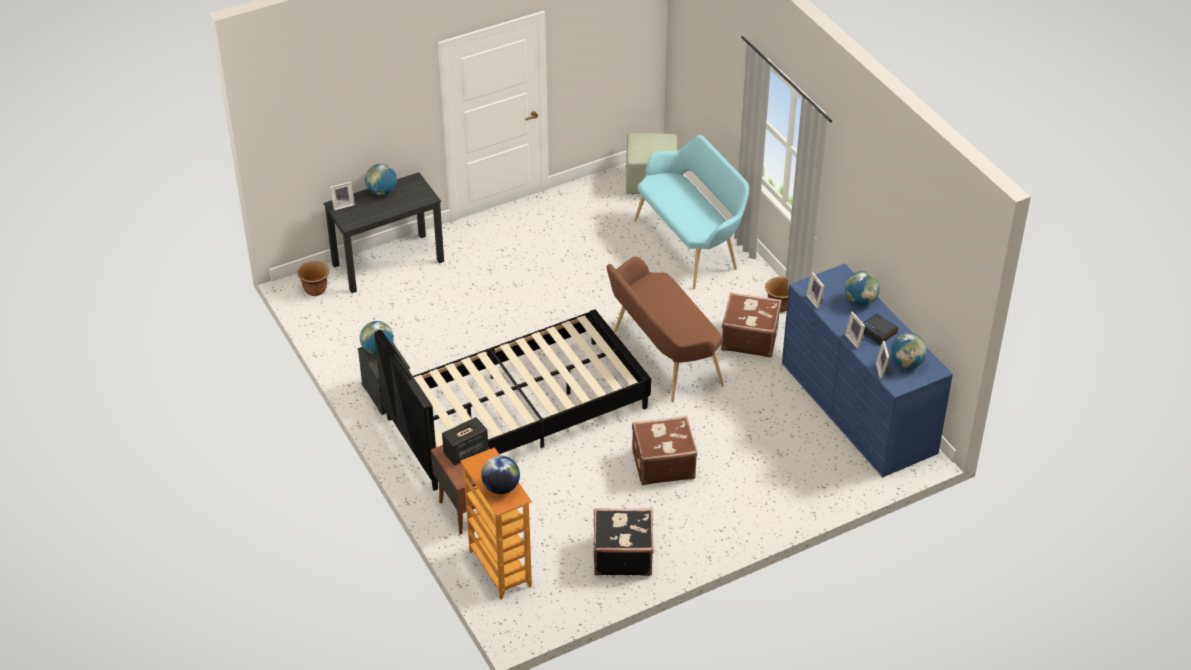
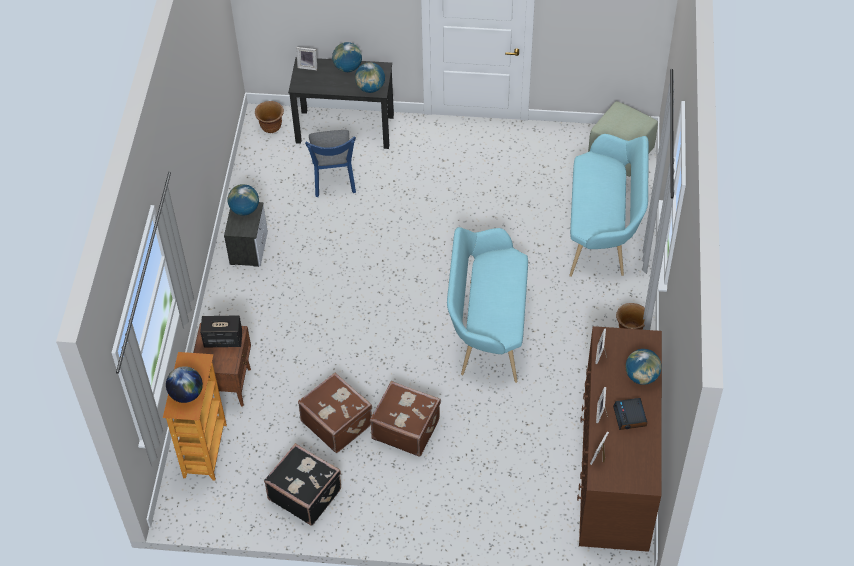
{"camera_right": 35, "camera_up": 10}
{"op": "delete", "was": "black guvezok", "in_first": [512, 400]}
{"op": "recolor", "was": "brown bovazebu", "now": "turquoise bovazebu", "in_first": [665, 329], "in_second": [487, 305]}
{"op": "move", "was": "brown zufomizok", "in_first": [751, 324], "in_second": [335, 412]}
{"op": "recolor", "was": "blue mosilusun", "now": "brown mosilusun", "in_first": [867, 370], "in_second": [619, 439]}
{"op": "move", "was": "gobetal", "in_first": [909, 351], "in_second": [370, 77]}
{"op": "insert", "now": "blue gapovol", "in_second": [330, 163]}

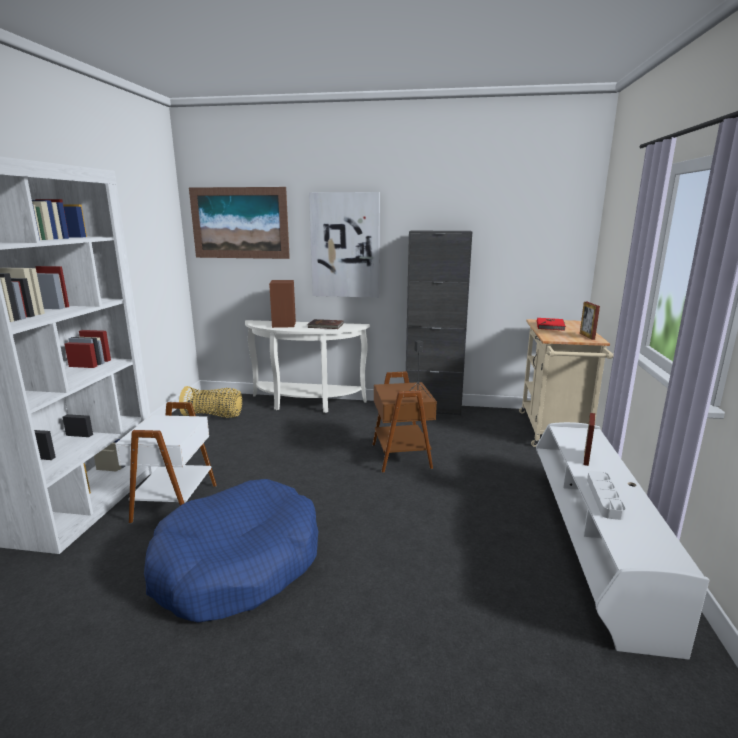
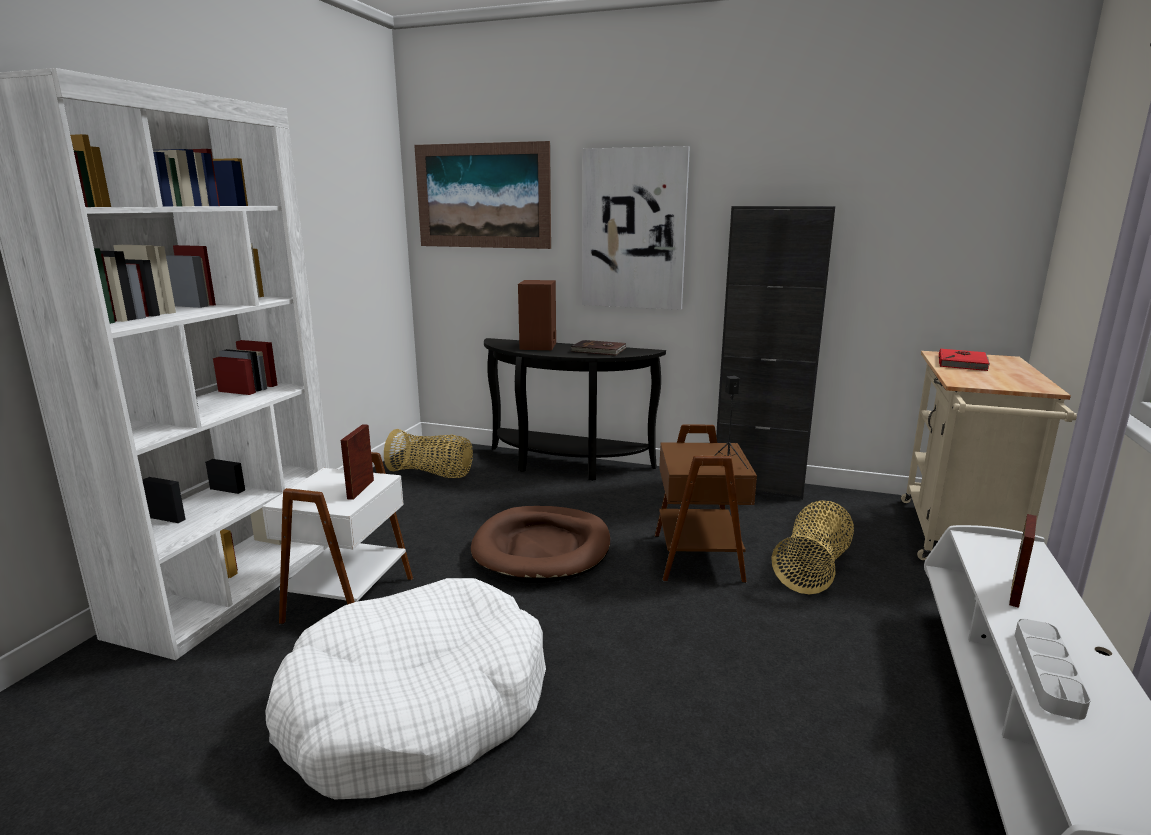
{"camera_right": 10, "camera_up": 0}
{"op": "recolor", "was": "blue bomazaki", "now": "white bomazaki", "in_first": [231, 551], "in_second": [405, 688]}
{"op": "recolor", "was": "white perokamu", "now": "black perokamu", "in_first": [307, 366], "in_second": [575, 409]}
{"op": "move", "was": "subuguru", "in_first": [590, 321], "in_second": [357, 462]}
{"op": "insert", "now": "brown bomazaki", "in_second": [540, 544]}
{"op": "insert", "now": "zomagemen", "in_second": [812, 548]}

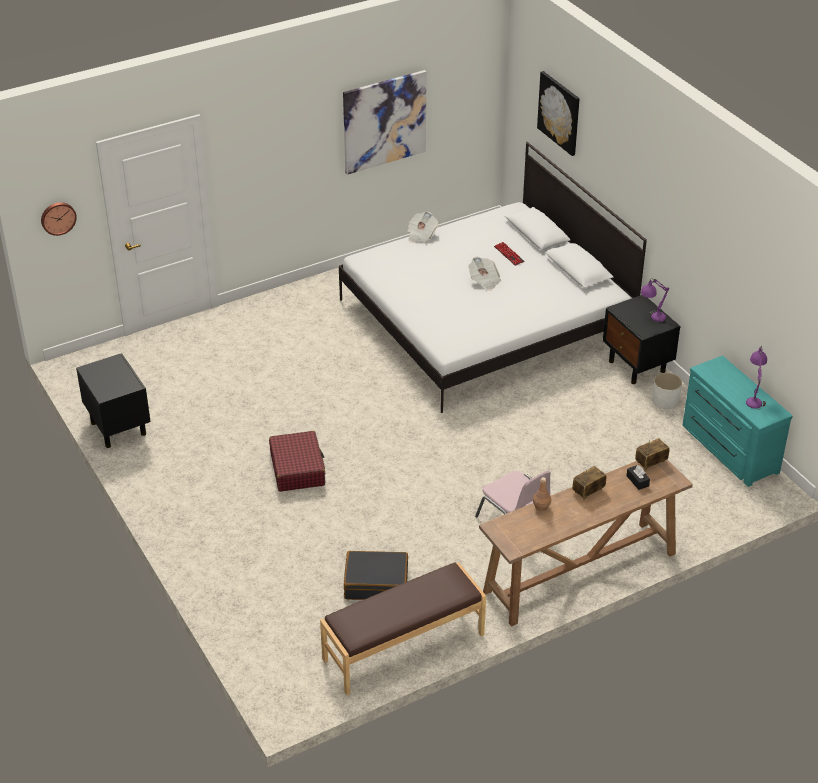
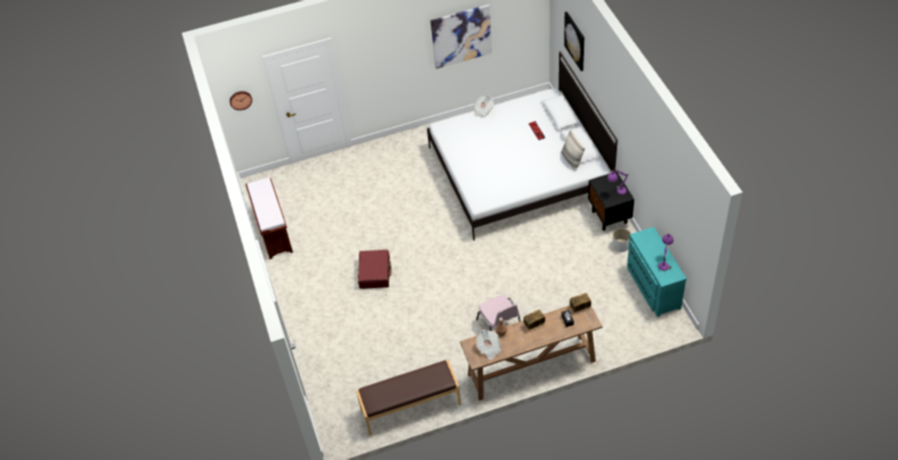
{"camera_right": 15, "camera_up": 10}
{"op": "replace", "was": "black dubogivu", "now": "brown bovazebu", "in_first": [113, 400], "in_second": [269, 218]}
{"op": "delete", "was": "black zufomizok", "in_first": [376, 575]}
{"op": "move", "was": "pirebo", "in_first": [484, 274], "in_second": [489, 345]}
{"op": "insert", "now": "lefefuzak", "in_second": [573, 150]}

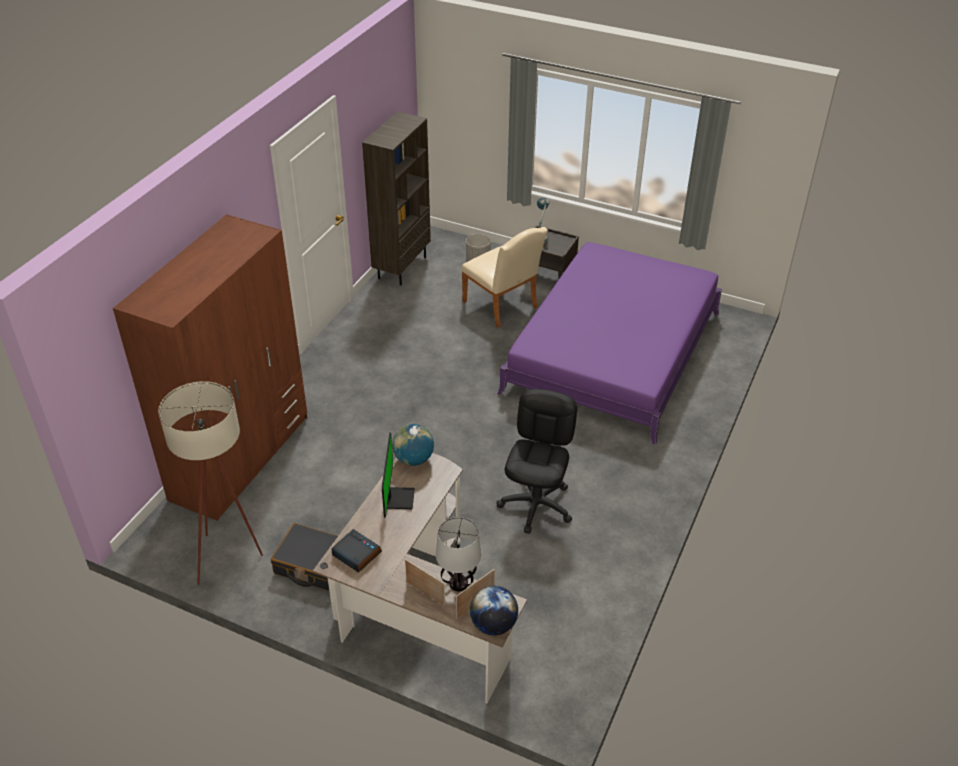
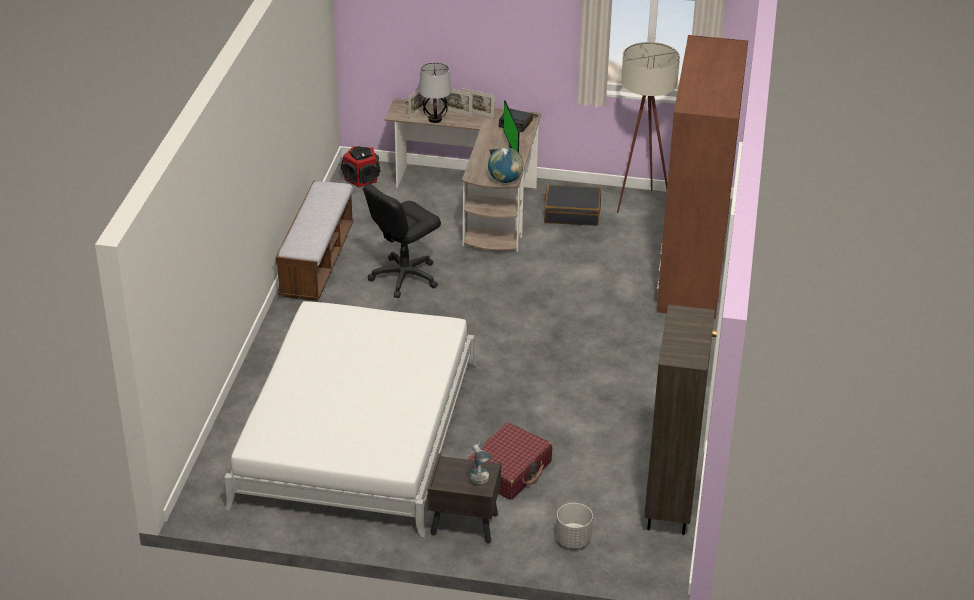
{"camera_right": 165, "camera_up": -5}
{"op": "replace", "was": "beige gapovol", "now": "red zufomizok", "in_first": [504, 277], "in_second": [509, 461]}
{"op": "delete", "was": "gobetal", "in_first": [494, 610]}
{"op": "rotate", "was": "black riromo", "in_first": [536, 461], "in_second": [402, 241], "clockwise": 45}
{"op": "recolor", "was": "purple guvezok", "now": "white guvezok", "in_first": [609, 343], "in_second": [350, 419]}
{"op": "insert", "now": "bovazebu", "in_second": [314, 241]}
{"op": "insert", "now": "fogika", "in_second": [360, 166]}
{"op": "insert", "now": "subuguru", "in_second": [478, 103]}

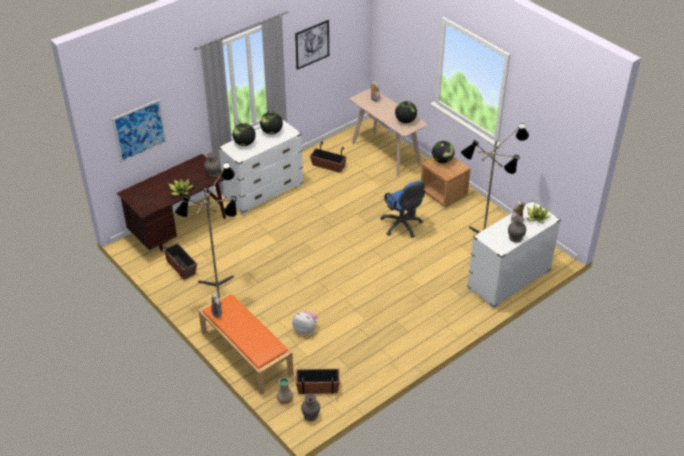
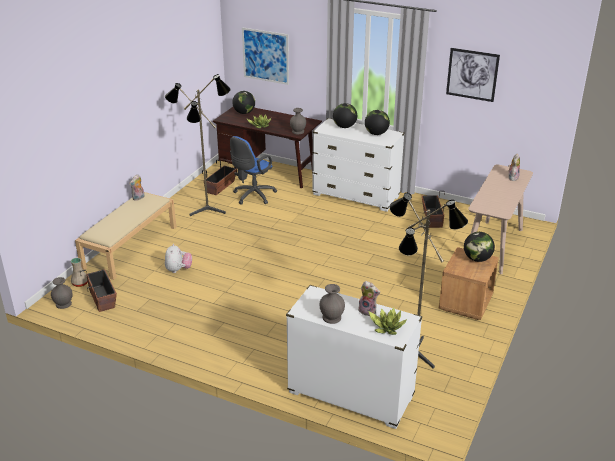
{"camera_right": 65, "camera_up": -10}
{"op": "recolor", "was": "orange bovazebu", "now": "beige bovazebu", "in_first": [246, 343], "in_second": [125, 236]}
{"op": "move", "was": "blue riromo", "in_first": [402, 209], "in_second": [253, 170]}
{"op": "move", "was": "gobetal", "in_first": [406, 112], "in_second": [243, 102]}

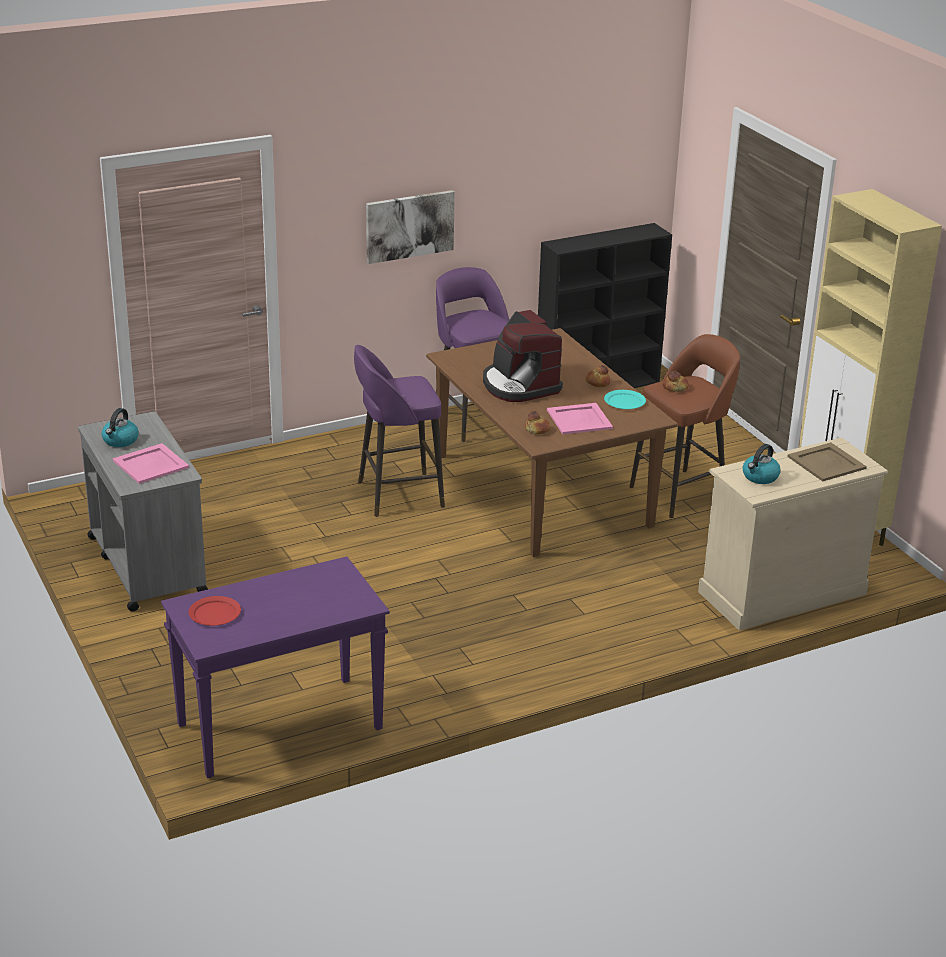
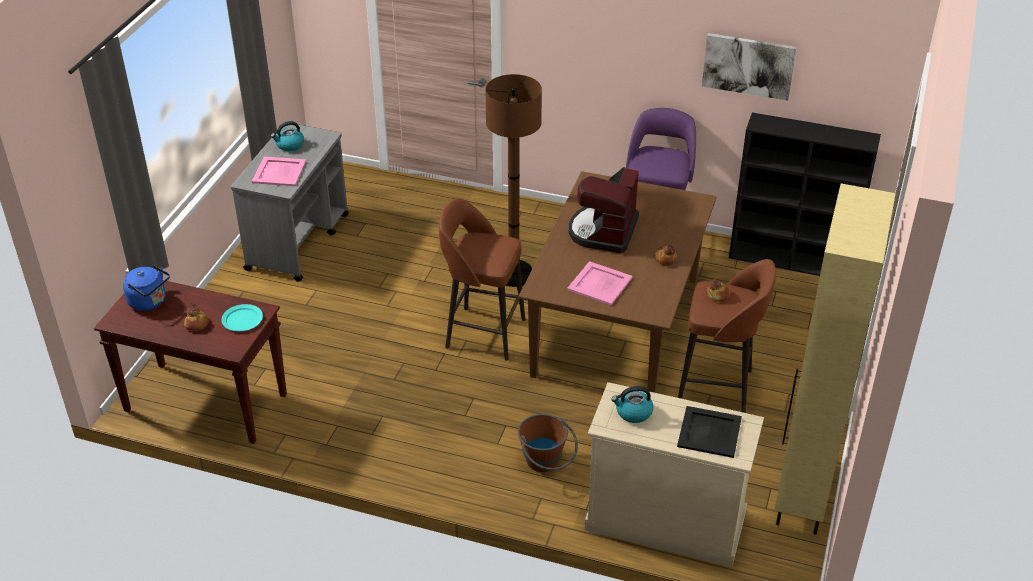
{"camera_right": 45, "camera_up": 10}
{"op": "recolor", "was": "purple perokamu", "now": "brown perokamu", "in_first": [275, 667], "in_second": [190, 362]}
{"op": "replace", "was": "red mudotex", "now": "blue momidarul", "in_first": [215, 611], "in_second": [146, 288]}
{"op": "replace", "was": "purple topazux", "now": "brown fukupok", "in_first": [399, 431], "in_second": [513, 180]}
{"op": "move", "was": "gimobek", "in_first": [410, 227], "in_second": [749, 67]}
{"op": "move", "was": "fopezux", "in_first": [538, 422], "in_second": [196, 319]}
{"op": "move", "was": "turquoise mudotex", "in_first": [625, 399], "in_second": [242, 317]}
{"op": "recolor", "was": "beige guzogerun", "now": "black guzogerun", "in_first": [827, 462], "in_second": [709, 432]}
{"op": "insert", "now": "brown topazux", "in_second": [482, 279]}
{"op": "insert", "now": "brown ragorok", "in_second": [548, 443]}

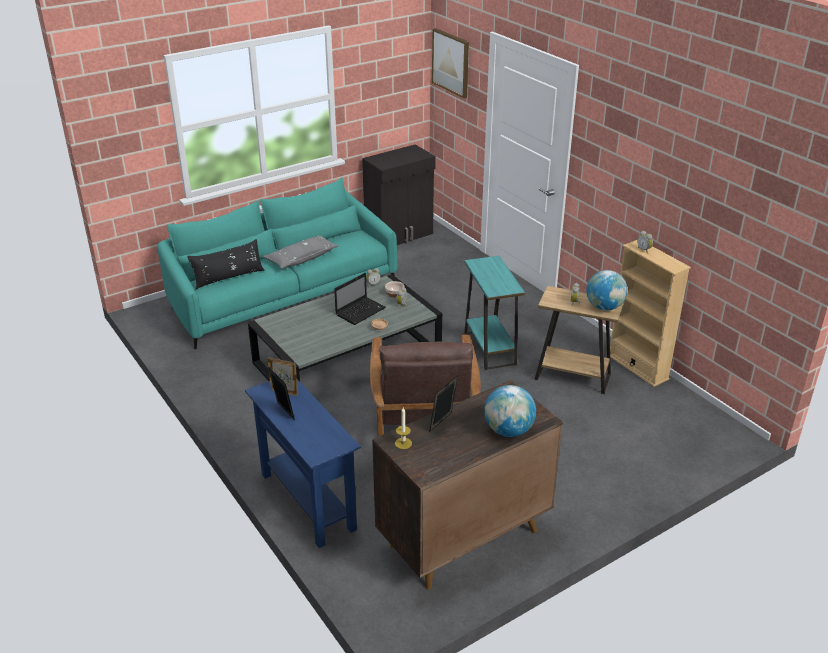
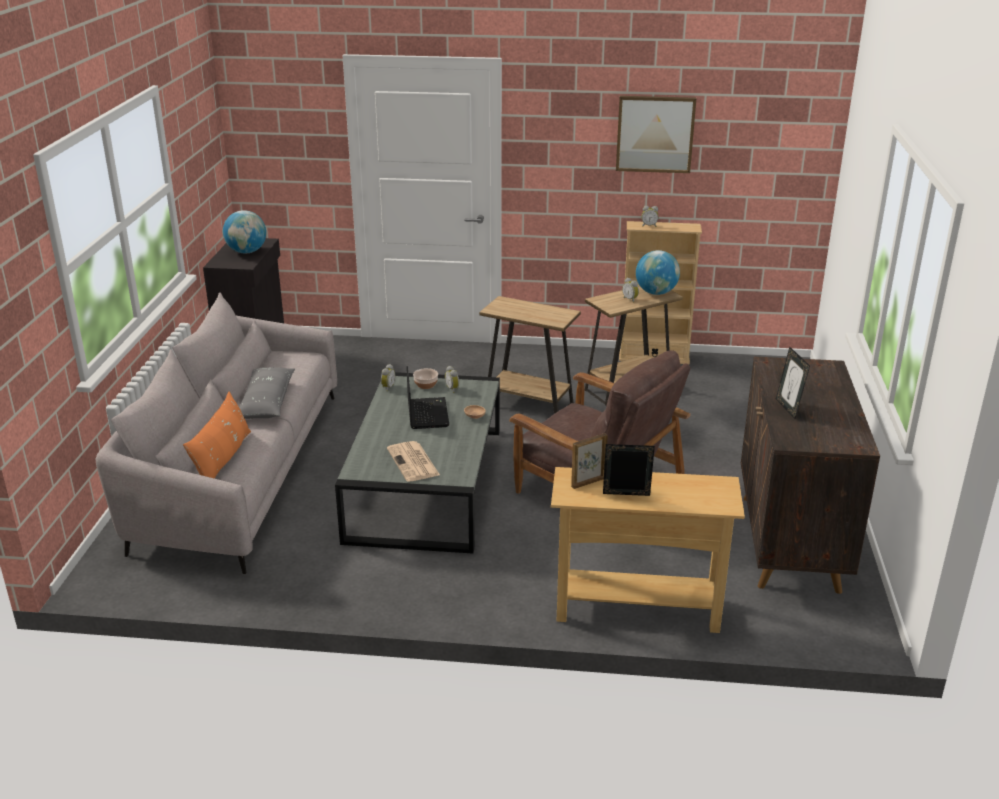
{"camera_right": -50, "camera_up": -5}
{"op": "recolor", "was": "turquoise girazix", "now": "grey girazix", "in_first": [277, 263], "in_second": [216, 433]}
{"op": "recolor", "was": "black lefefuzak", "now": "orange lefefuzak", "in_first": [225, 264], "in_second": [217, 435]}
{"op": "recolor", "was": "blue perokamu", "now": "beige perokamu", "in_first": [303, 463], "in_second": [648, 550]}
{"op": "delete", "was": "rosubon", "in_first": [403, 428]}
{"op": "move", "was": "gimobek", "in_first": [450, 63], "in_second": [656, 134]}
{"op": "recolor", "was": "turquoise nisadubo", "now": "brown nisadubo", "in_first": [494, 313], "in_second": [530, 355]}
{"op": "move", "was": "gobetal", "in_first": [510, 411], "in_second": [244, 232]}
{"op": "insert", "now": "pirebo", "in_second": [413, 461]}

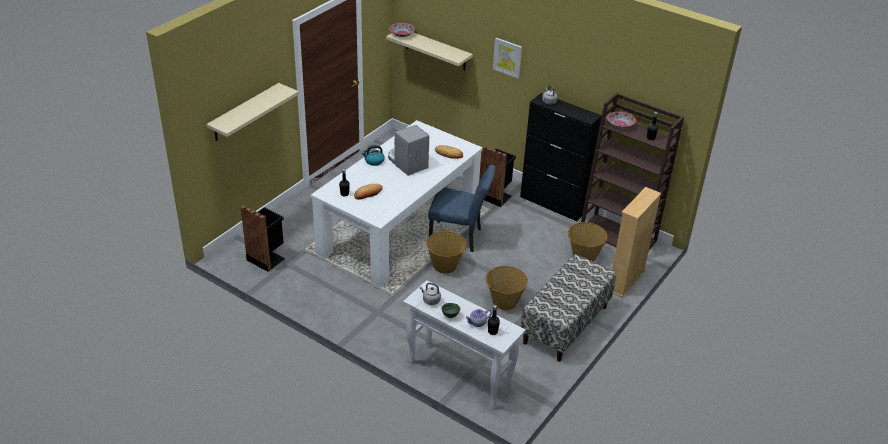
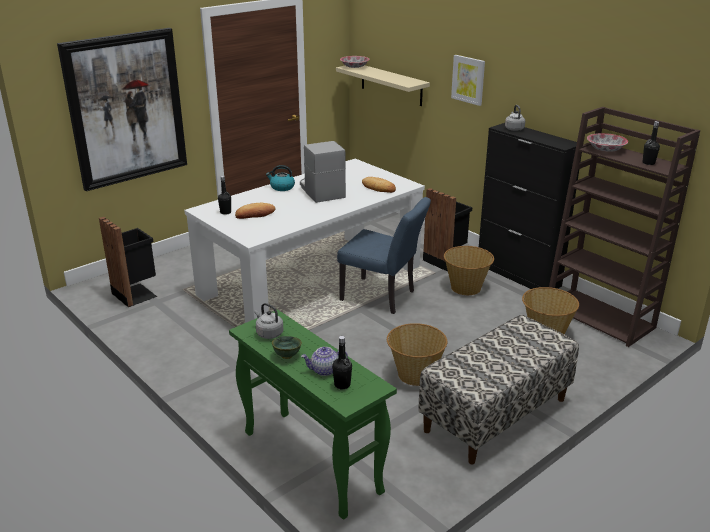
{"camera_right": 15, "camera_up": -10}
{"op": "replace", "was": "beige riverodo", "now": "gimobek", "in_first": [253, 112], "in_second": [122, 109]}
{"op": "recolor", "was": "white perokamu", "now": "green perokamu", "in_first": [464, 344], "in_second": [313, 414]}
{"op": "move", "was": "zomagemen", "in_first": [446, 252], "in_second": [469, 270]}
{"op": "delete", "was": "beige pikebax", "in_first": [636, 242]}

